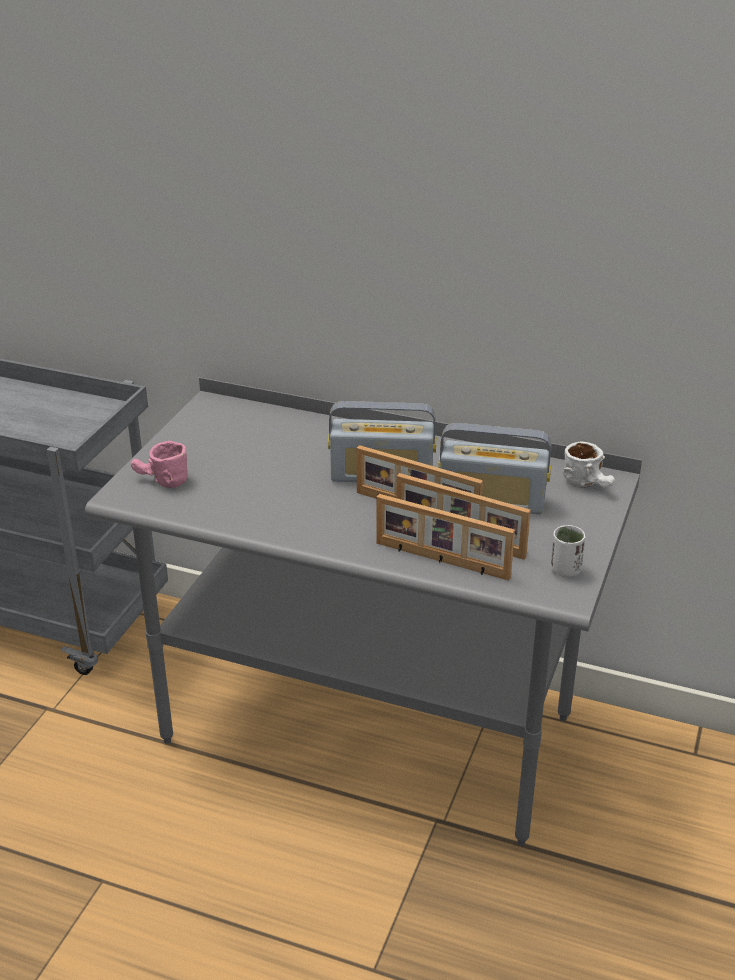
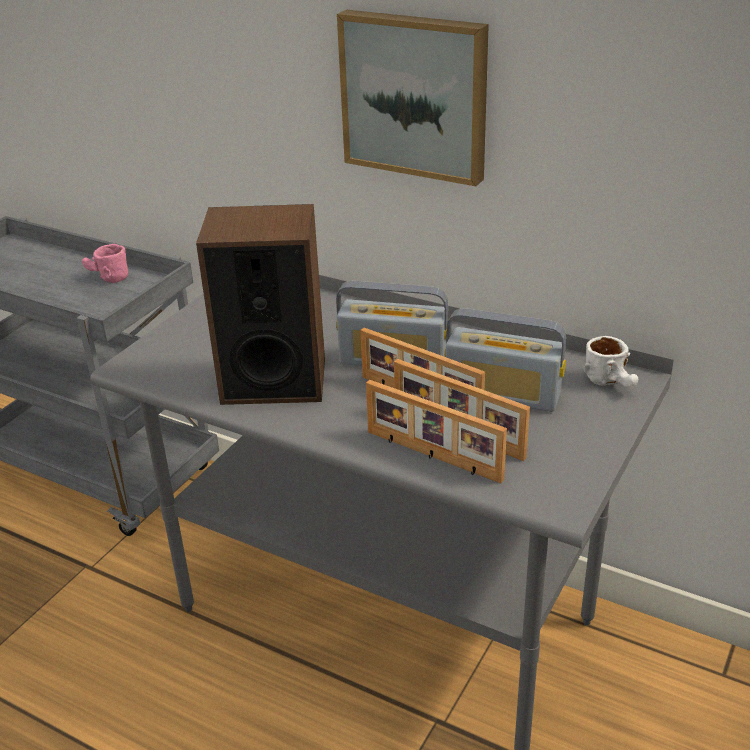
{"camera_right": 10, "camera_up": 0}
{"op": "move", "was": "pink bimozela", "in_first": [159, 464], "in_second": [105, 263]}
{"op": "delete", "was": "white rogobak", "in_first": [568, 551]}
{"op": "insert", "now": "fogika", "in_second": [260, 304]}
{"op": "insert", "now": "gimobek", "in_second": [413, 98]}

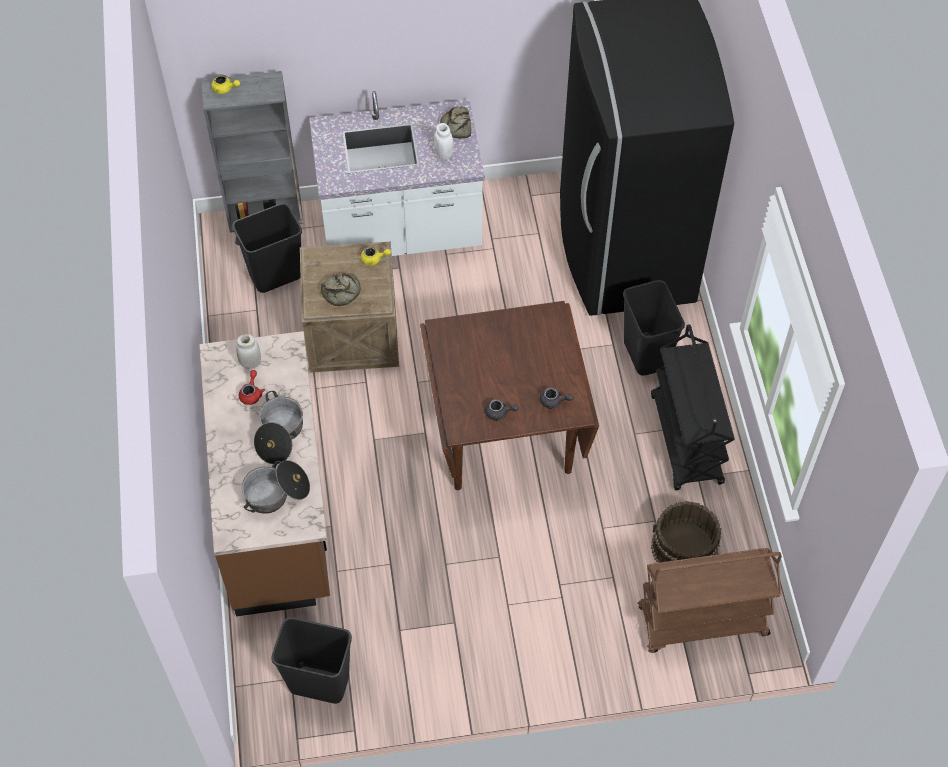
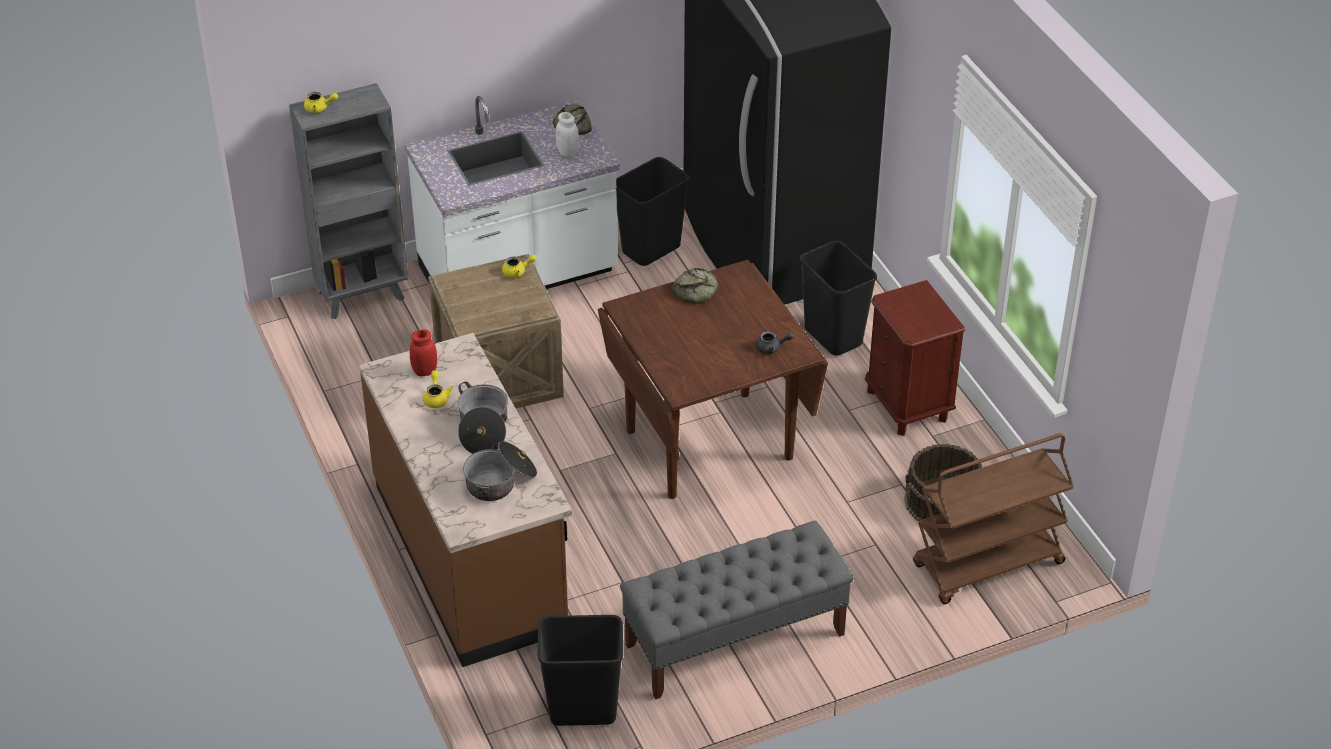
{"camera_right": -15, "camera_up": -15}
{"op": "move", "was": "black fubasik", "in_first": [267, 248], "in_second": [653, 211]}
{"op": "recolor", "was": "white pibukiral", "now": "red pibukiral", "in_first": [248, 351], "in_second": [423, 352]}
{"op": "recolor", "was": "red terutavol", "now": "yellow terutavol", "in_first": [252, 387], "in_second": [438, 389]}
{"op": "move", "was": "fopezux", "in_first": [341, 289], "in_second": [695, 286]}
{"op": "delete", "was": "grey terutavol", "in_first": [502, 410]}
{"op": "replace", "was": "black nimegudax", "now": "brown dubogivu", "in_first": [693, 407], "in_second": [915, 358]}
{"op": "insert", "now": "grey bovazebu", "in_second": [737, 609]}

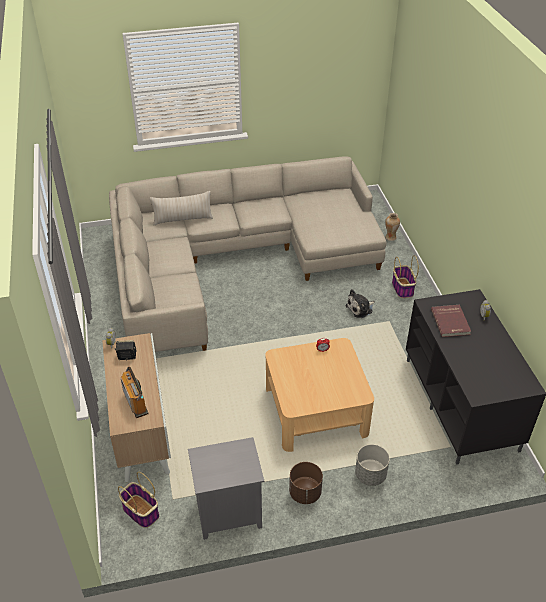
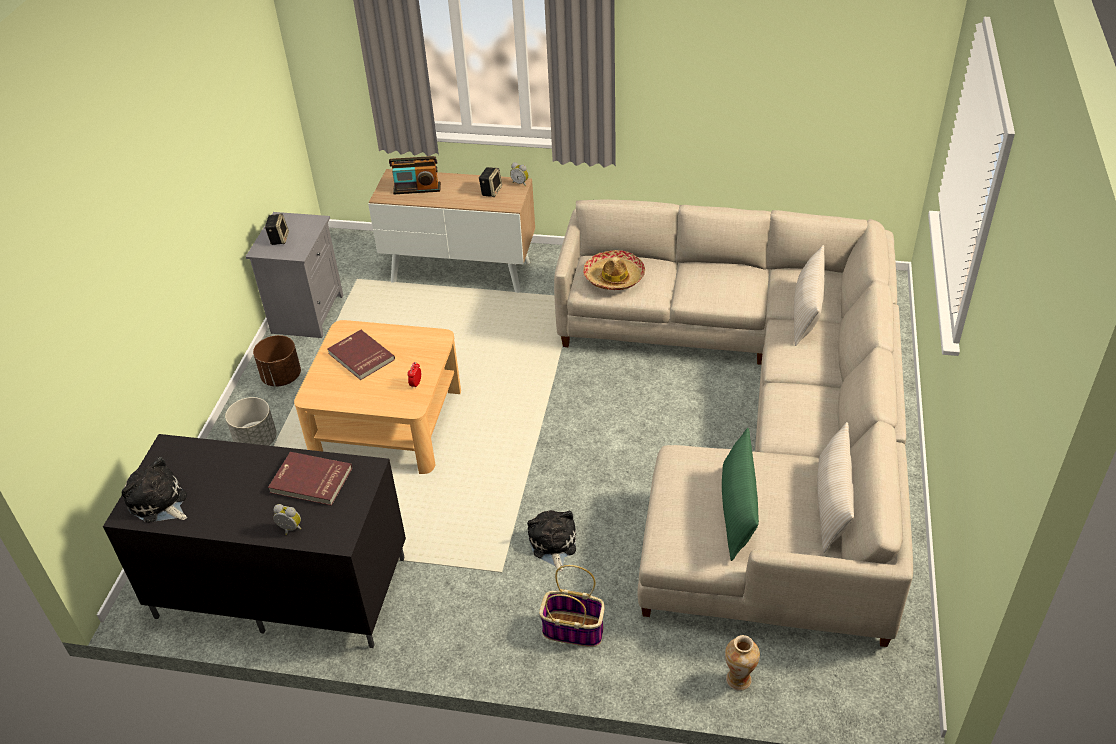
{"camera_right": 115, "camera_up": 0}
{"op": "delete", "was": "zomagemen", "in_first": [138, 500]}
{"op": "insert", "now": "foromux", "in_second": [154, 490]}
{"op": "insert", "now": "fogika", "in_second": [277, 229]}
{"op": "insert", "now": "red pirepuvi", "in_second": [361, 355]}
{"op": "insert", "now": "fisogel", "in_second": [614, 270]}
{"op": "insert", "now": "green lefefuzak", "in_second": [740, 494]}
{"op": "insert", "now": "beige lefefuzak", "in_second": [835, 487]}

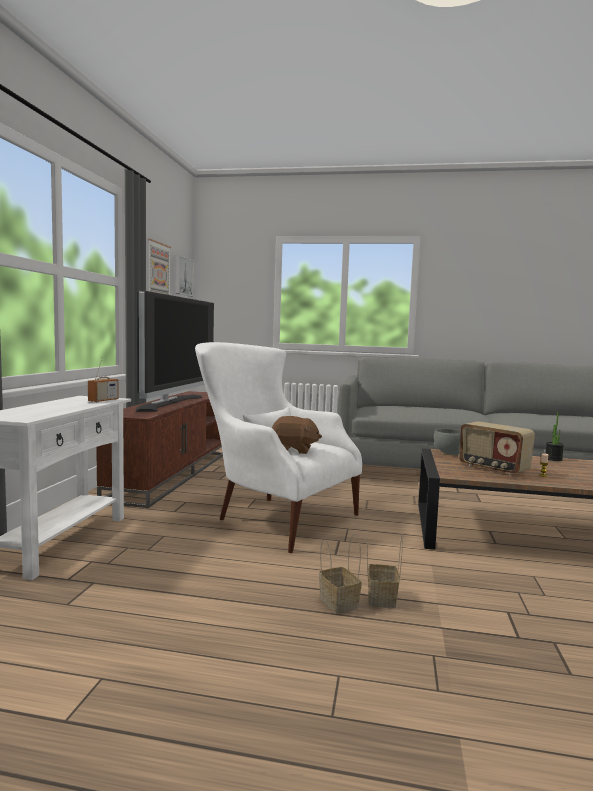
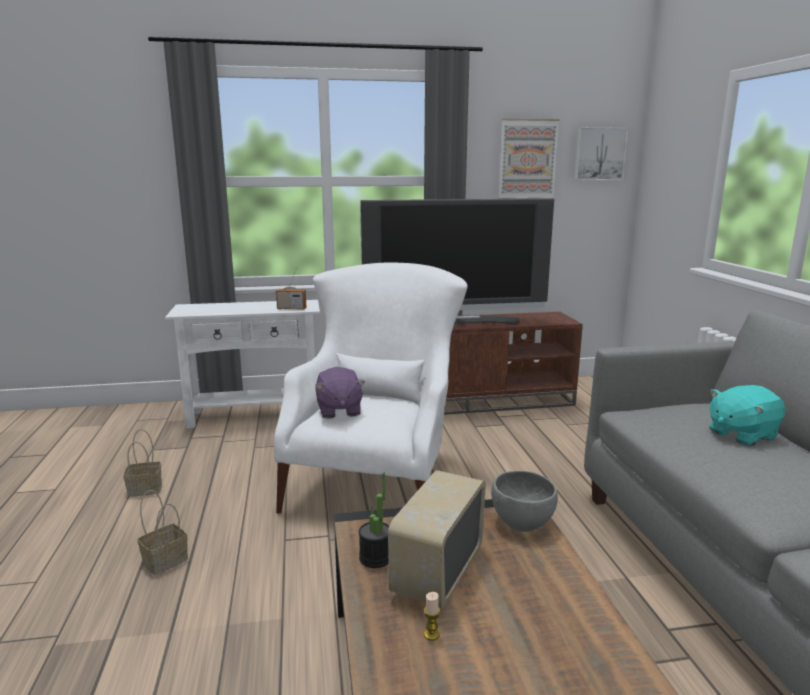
{"camera_right": 70, "camera_up": 10}
{"op": "recolor", "was": "brown foromux", "now": "purple foromux", "in_first": [297, 435], "in_second": [340, 393]}
{"op": "move", "was": "zomagemen", "in_first": [385, 569], "in_second": [143, 463]}
{"op": "move", "was": "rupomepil", "in_first": [555, 436], "in_second": [374, 520]}
{"op": "insert", "now": "turquoise foromux", "in_second": [747, 415]}

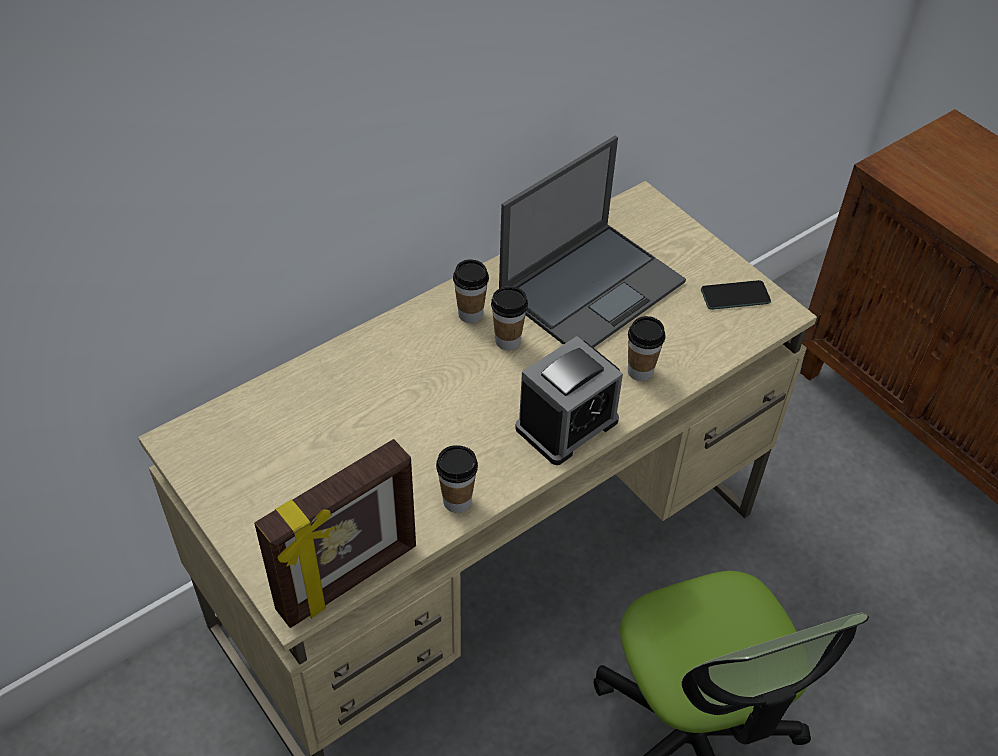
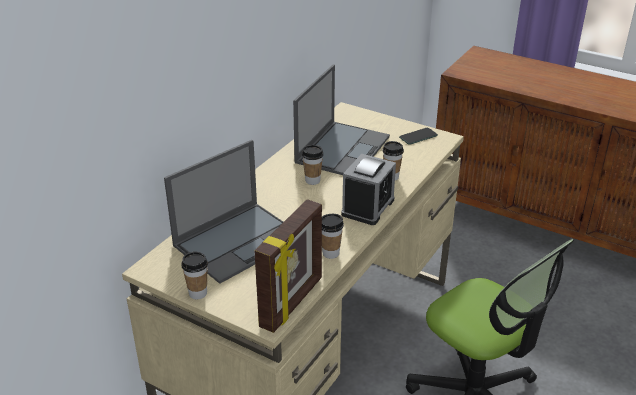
{"camera_right": -20, "camera_up": -15}
{"op": "move", "was": "rogobak", "in_first": [471, 291], "in_second": [194, 275]}
{"op": "insert", "now": "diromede", "in_second": [223, 212]}

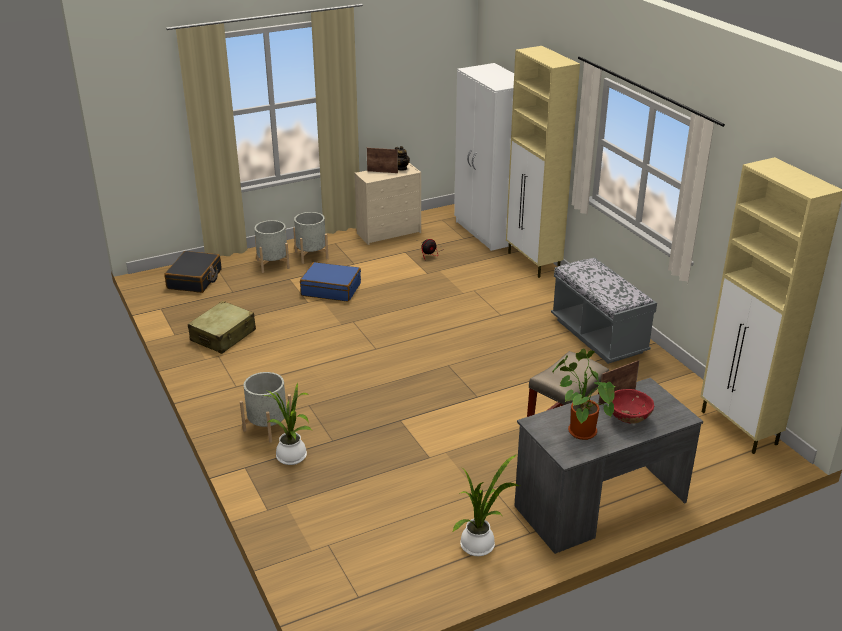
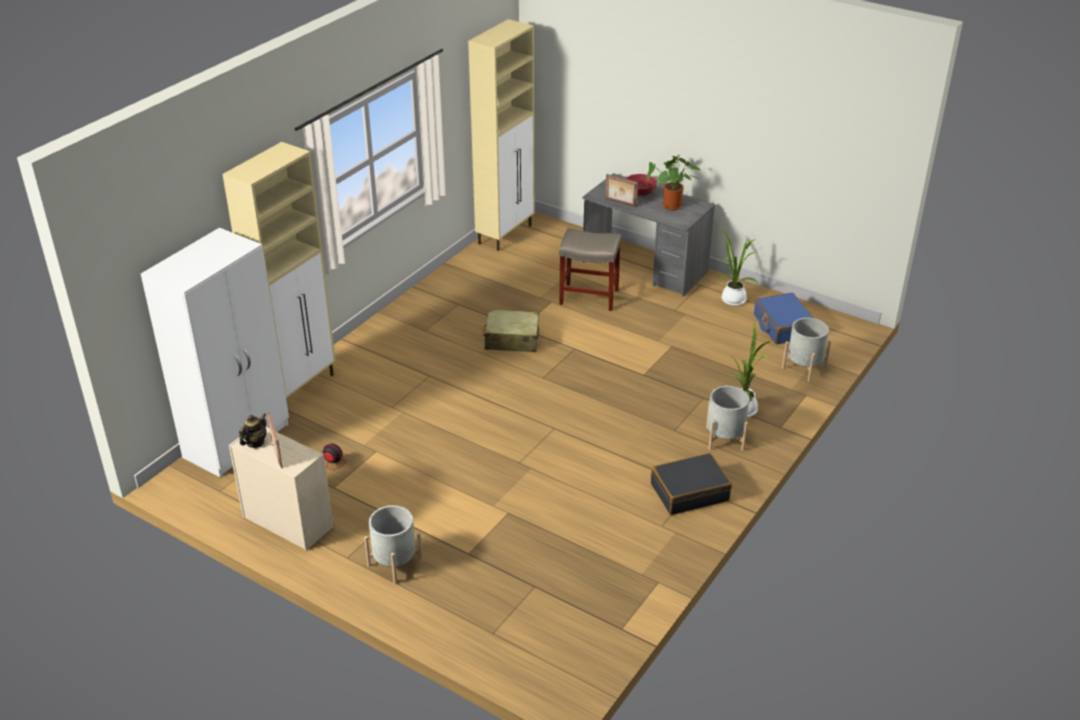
{"camera_right": -120, "camera_up": 5}
{"op": "move", "was": "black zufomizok", "in_first": [193, 272], "in_second": [691, 484]}
{"op": "move", "was": "beige zufomizok", "in_first": [222, 327], "in_second": [511, 330]}
{"op": "move", "was": "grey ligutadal", "in_first": [272, 246], "in_second": [806, 350]}
{"op": "move", "was": "blue zufomizok", "in_first": [330, 281], "in_second": [783, 318]}
{"op": "delete", "was": "grey bovazebu", "in_first": [604, 310]}

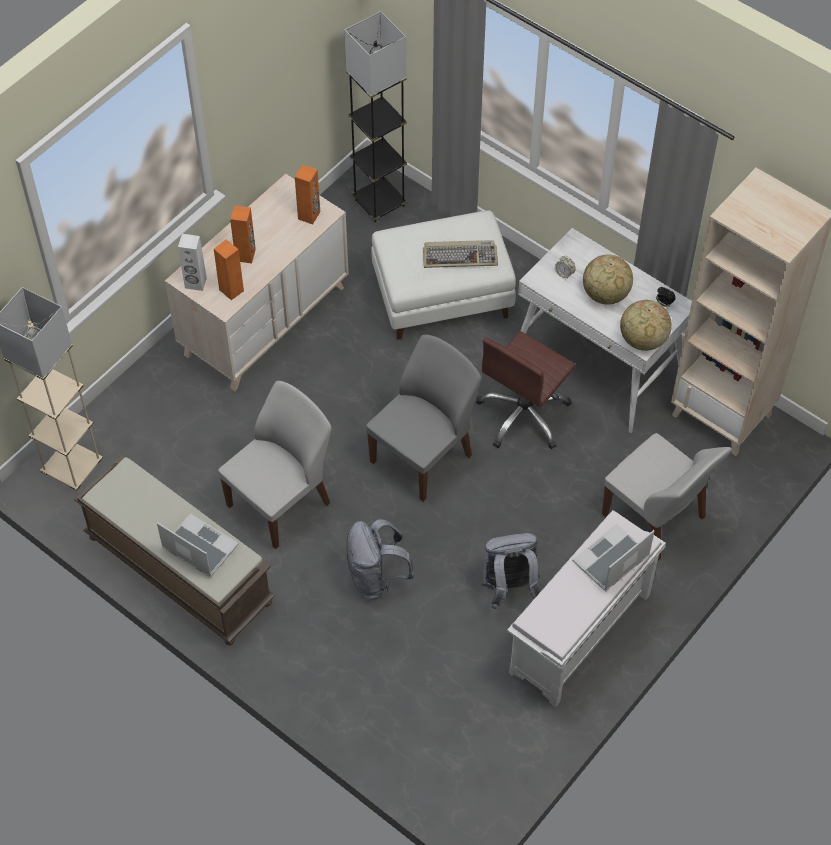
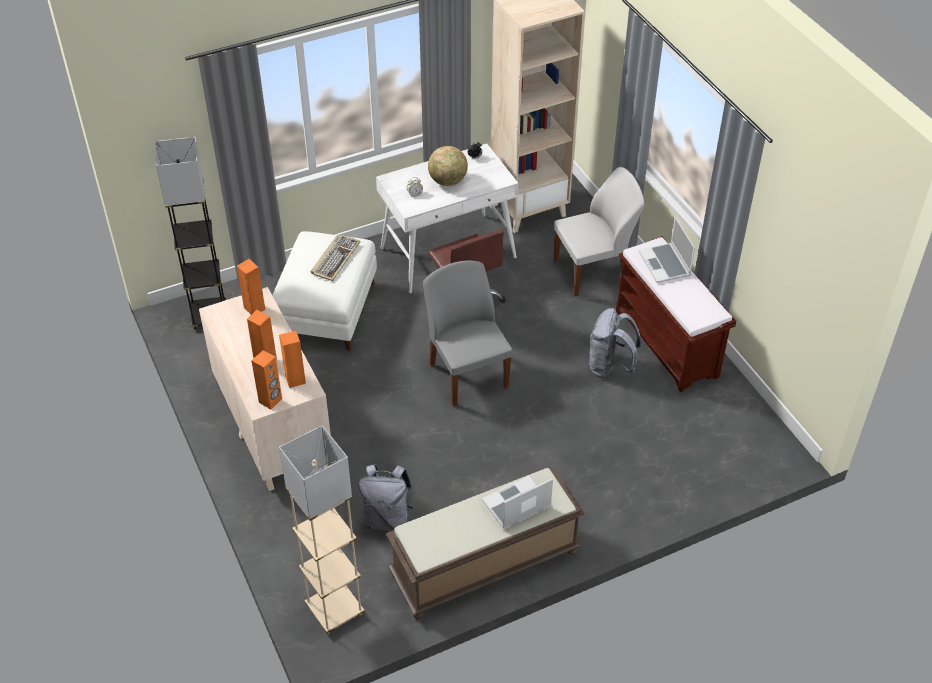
{"camera_right": -65, "camera_up": -10}
{"op": "recolor", "was": "white fogika", "now": "orange fogika", "in_first": [192, 262], "in_second": [266, 379]}
{"op": "delete", "was": "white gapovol", "in_first": [275, 465]}
{"op": "move", "was": "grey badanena", "in_first": [380, 559], "in_second": [385, 497]}
{"op": "recolor", "was": "white bovazebu", "now": "brown bovazebu", "in_first": [586, 608], "in_second": [676, 314]}
{"op": "delete", "was": "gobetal", "in_first": [646, 325]}

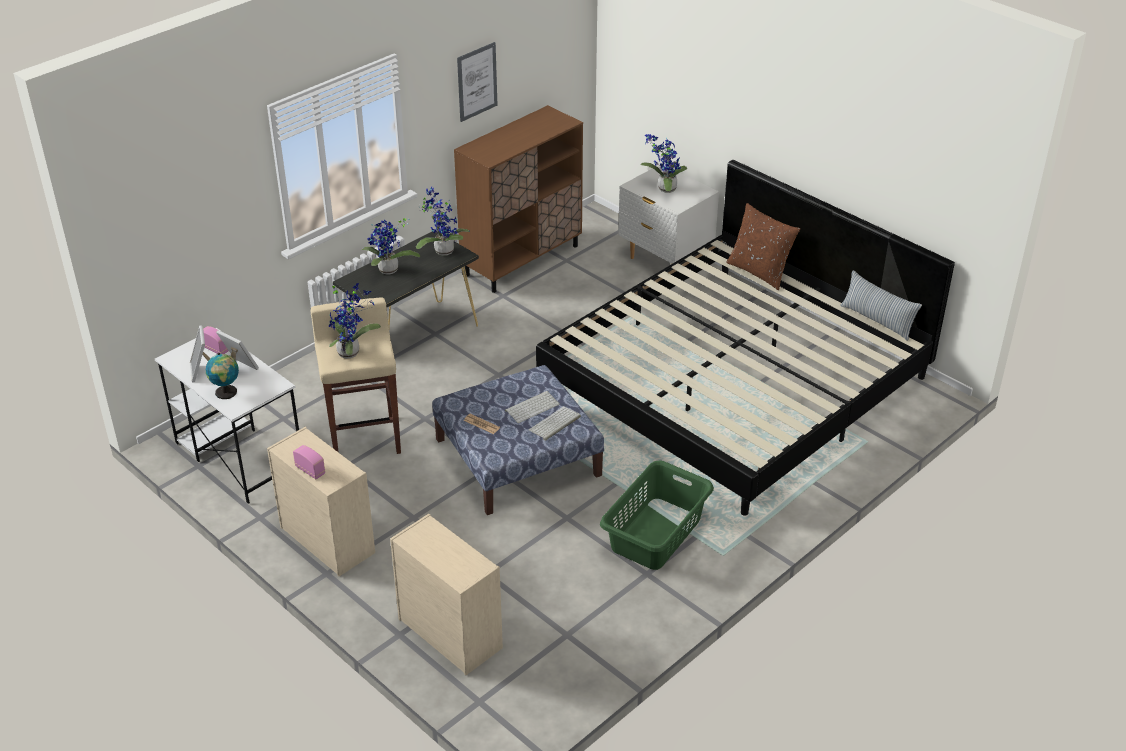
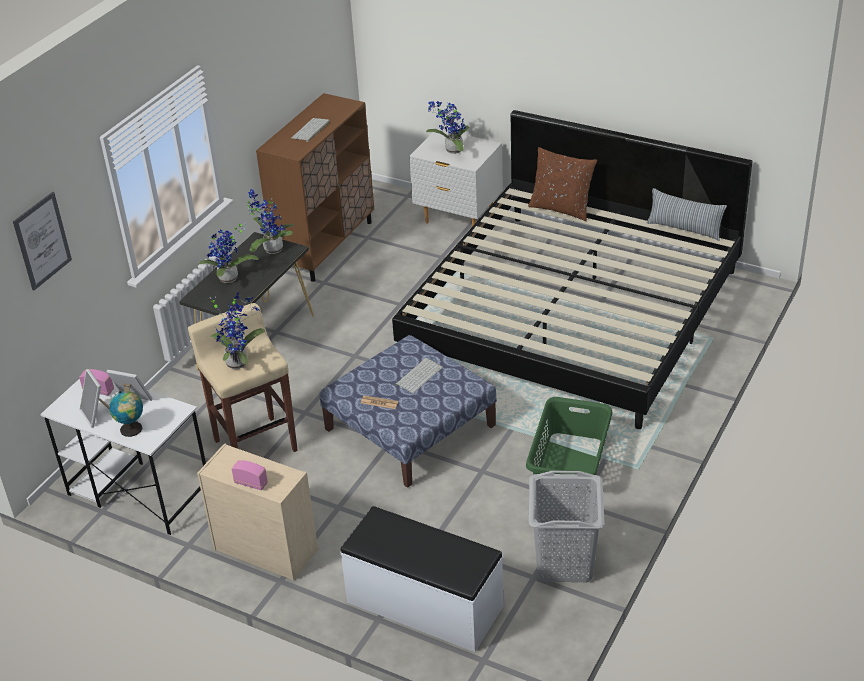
{"camera_right": -15, "camera_up": 0}
{"op": "replace", "was": "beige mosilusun", "now": "white bovazebu", "in_first": [446, 594], "in_second": [421, 579]}
{"op": "move", "was": "gimobek", "in_first": [477, 82], "in_second": [42, 241]}
{"op": "move", "was": "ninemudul", "in_first": [554, 423], "in_second": [310, 130]}
{"op": "insert", "now": "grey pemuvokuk", "in_second": [566, 526]}

